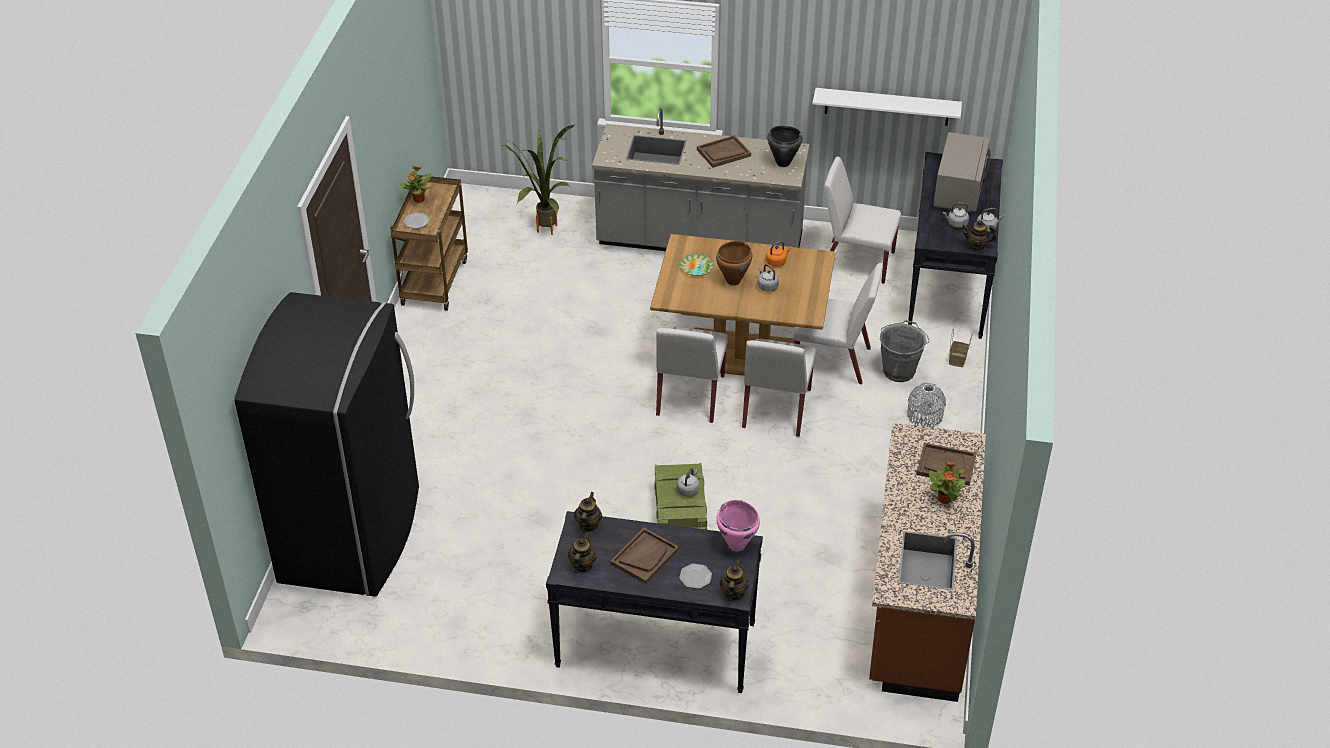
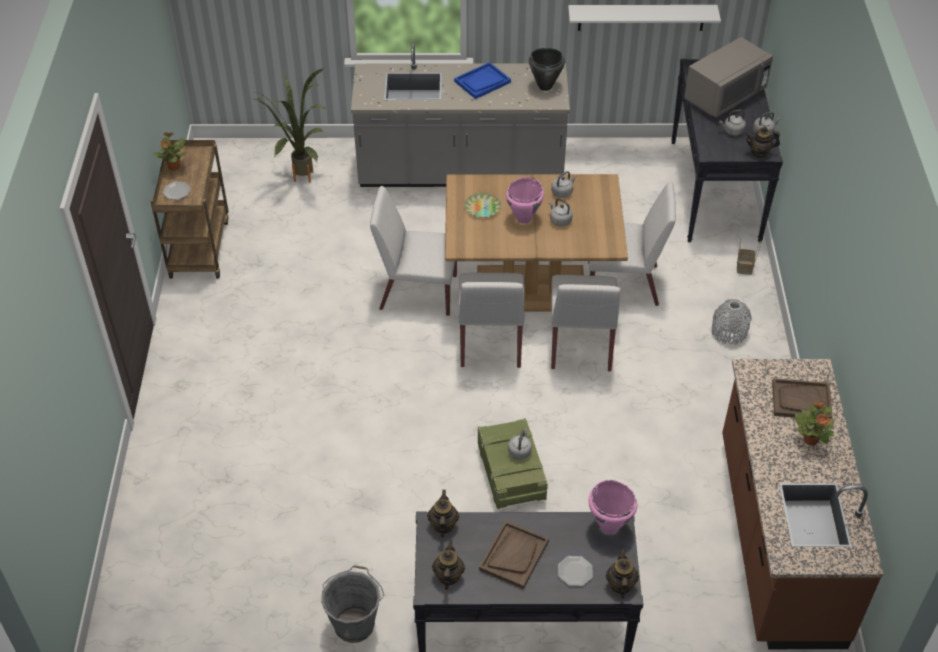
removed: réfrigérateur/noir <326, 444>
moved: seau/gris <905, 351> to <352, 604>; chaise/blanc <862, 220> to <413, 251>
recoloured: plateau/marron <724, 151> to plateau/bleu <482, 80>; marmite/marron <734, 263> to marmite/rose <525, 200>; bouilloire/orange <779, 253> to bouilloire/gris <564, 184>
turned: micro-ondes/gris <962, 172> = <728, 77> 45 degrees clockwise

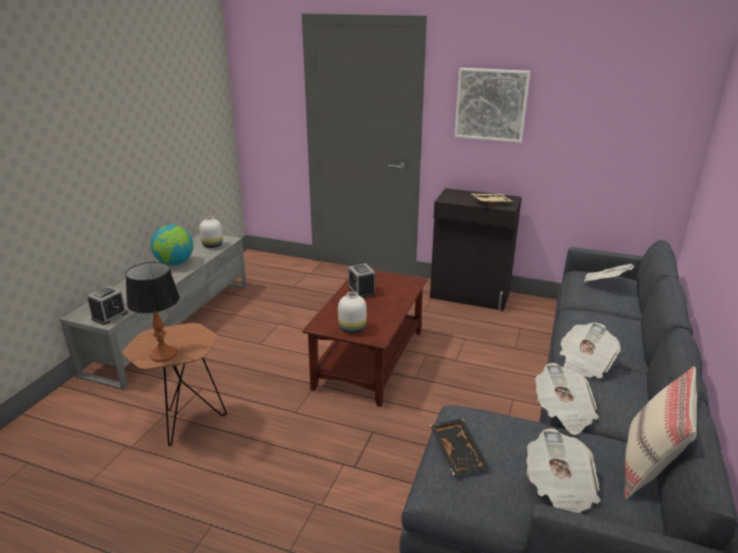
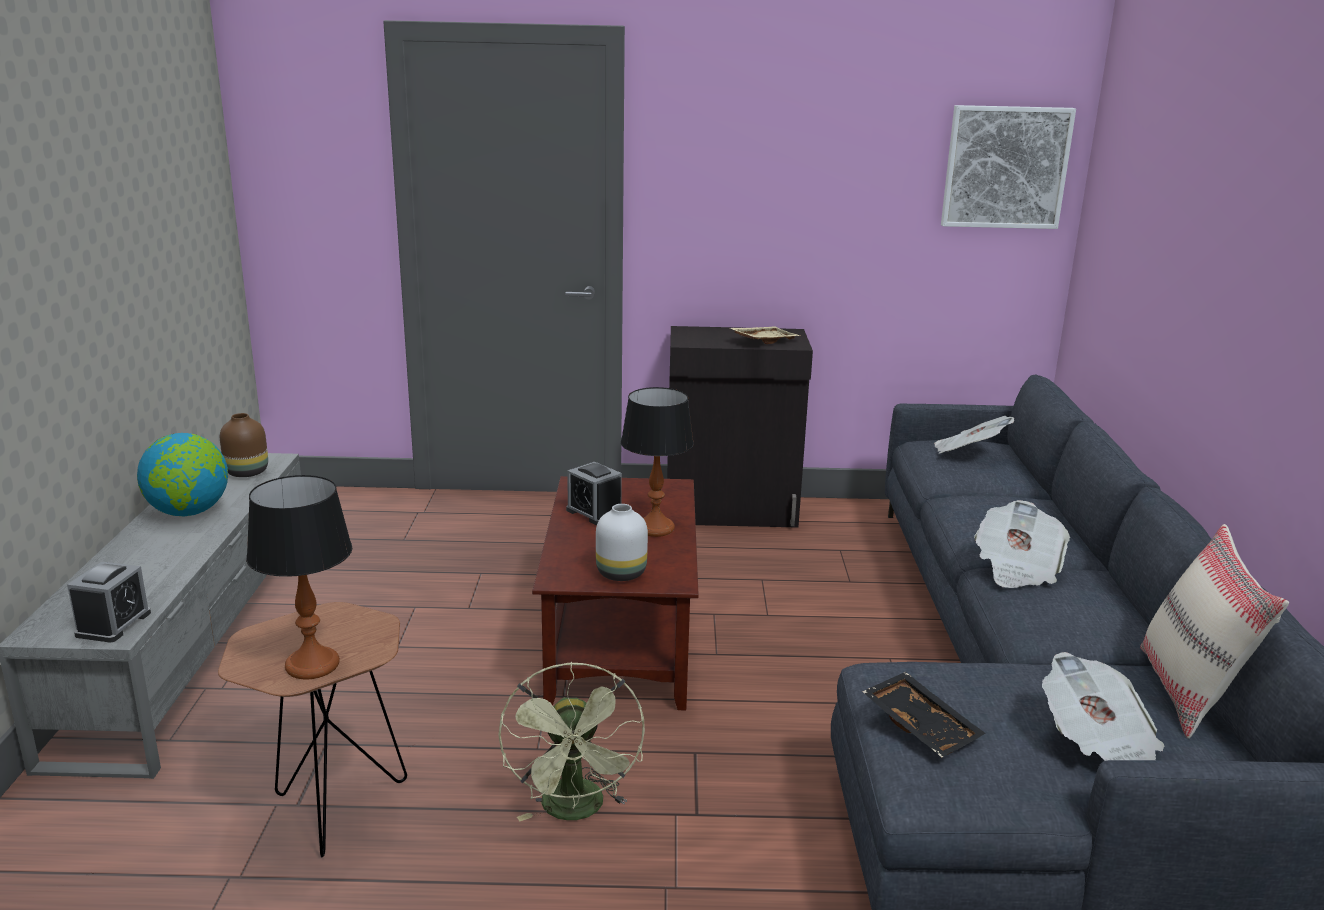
removed: journal <567, 399>
added: ventilateur/vert <571, 741>; lampe de table <657, 462>
moved: tableau <492, 105> to <1008, 167>
recoloured: vase/blanc <211, 232> to vase/marron <244, 445>

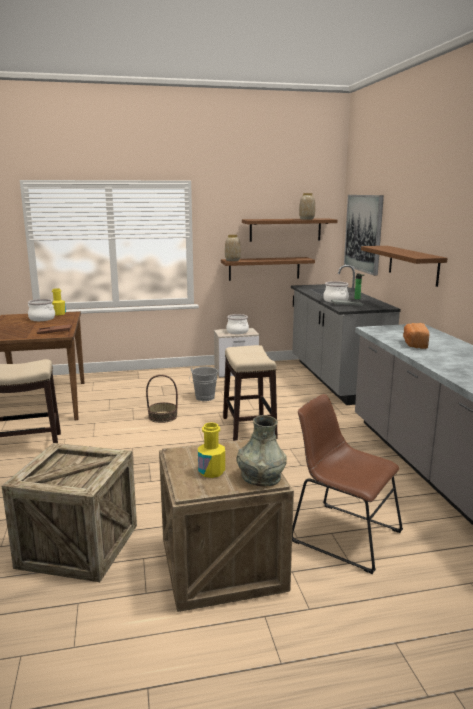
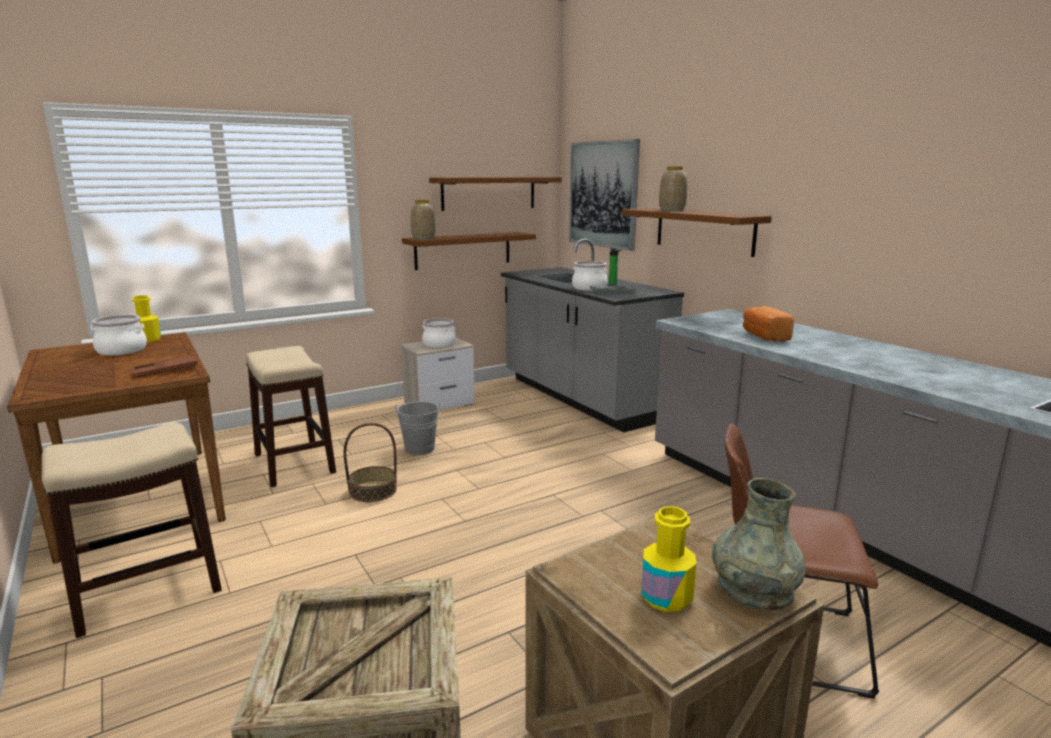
moved: tabouret <250, 393> to <291, 416>; vase <307, 206> to <673, 188>

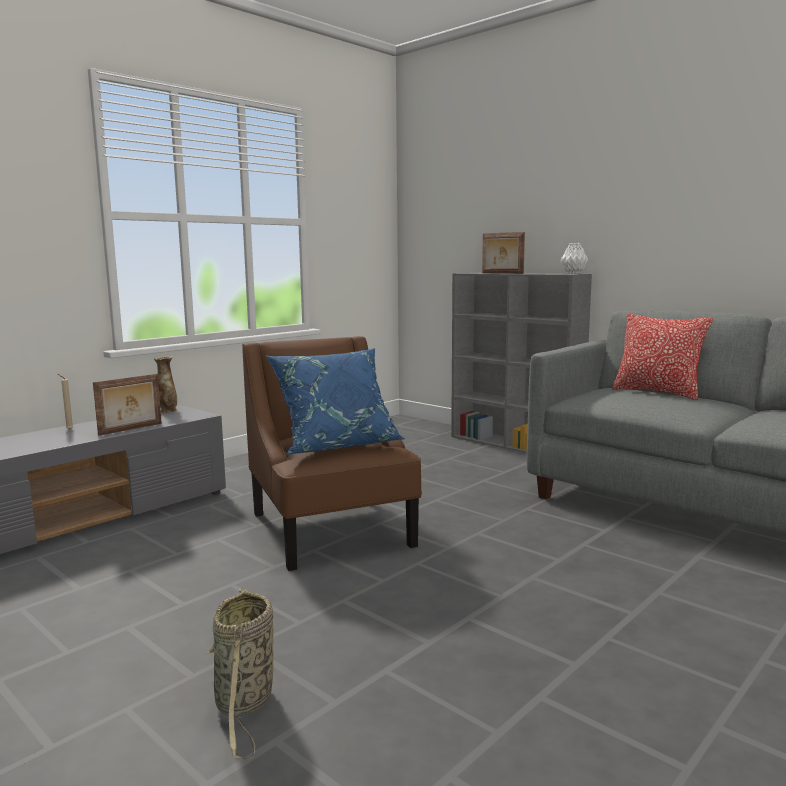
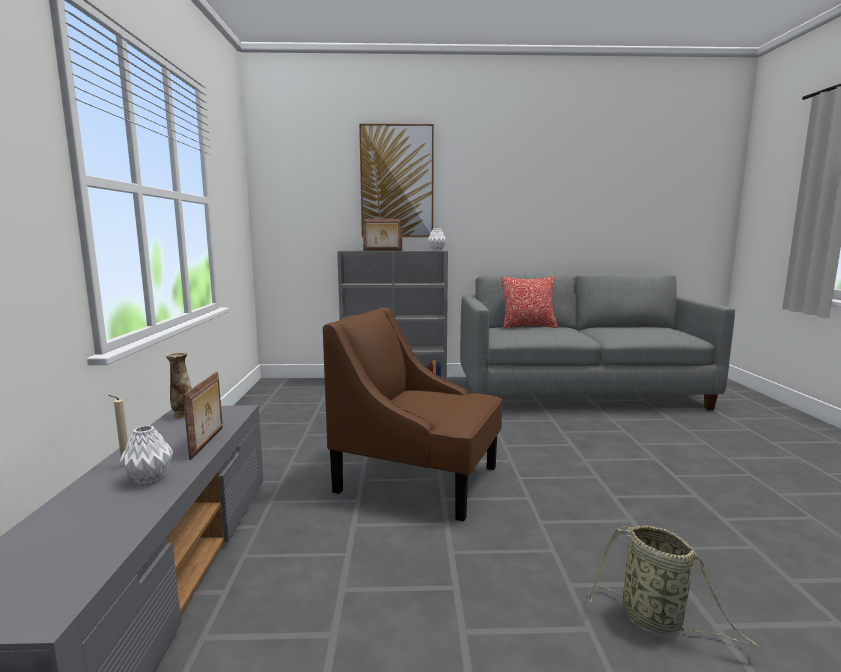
removed: coussin/bleu <335, 401>
added: vase/blanc <146, 454>; tableau <396, 180>

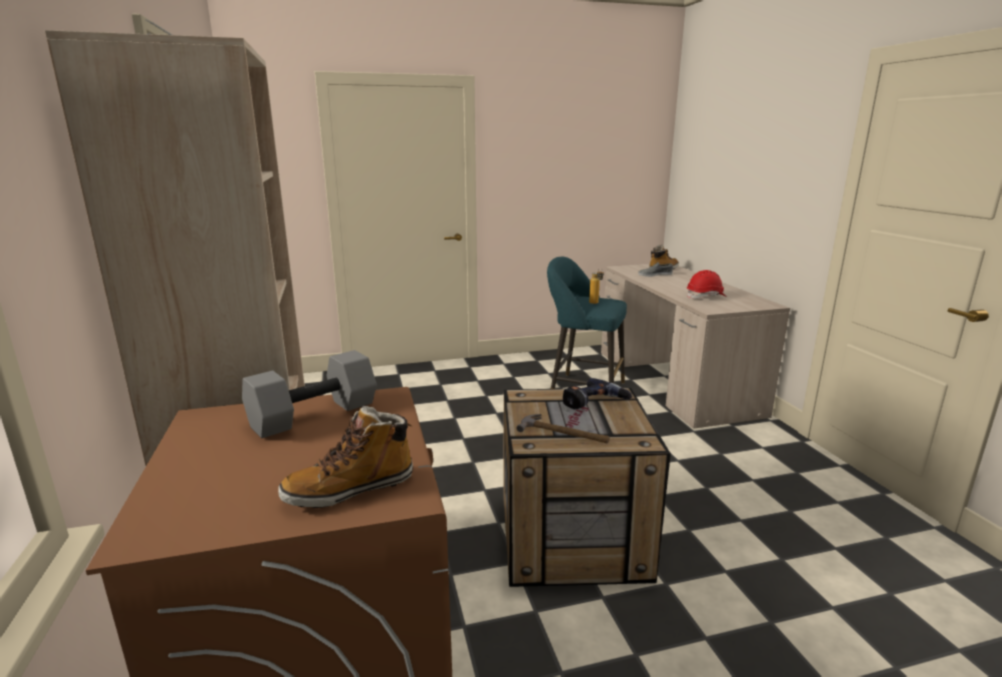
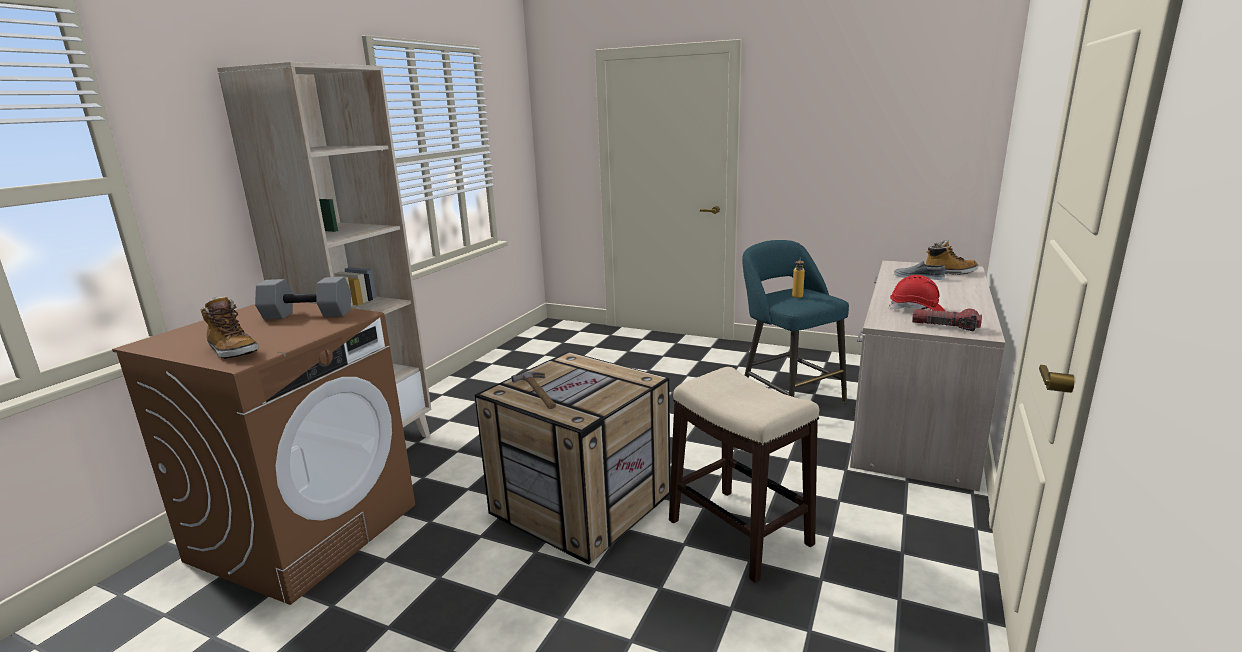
removed: perceuse <597, 393>
added: tabouret <744, 475>; lampe de poche <947, 320>
turned: botte <345, 457> = <229, 328> 150 degrees counterclockwise

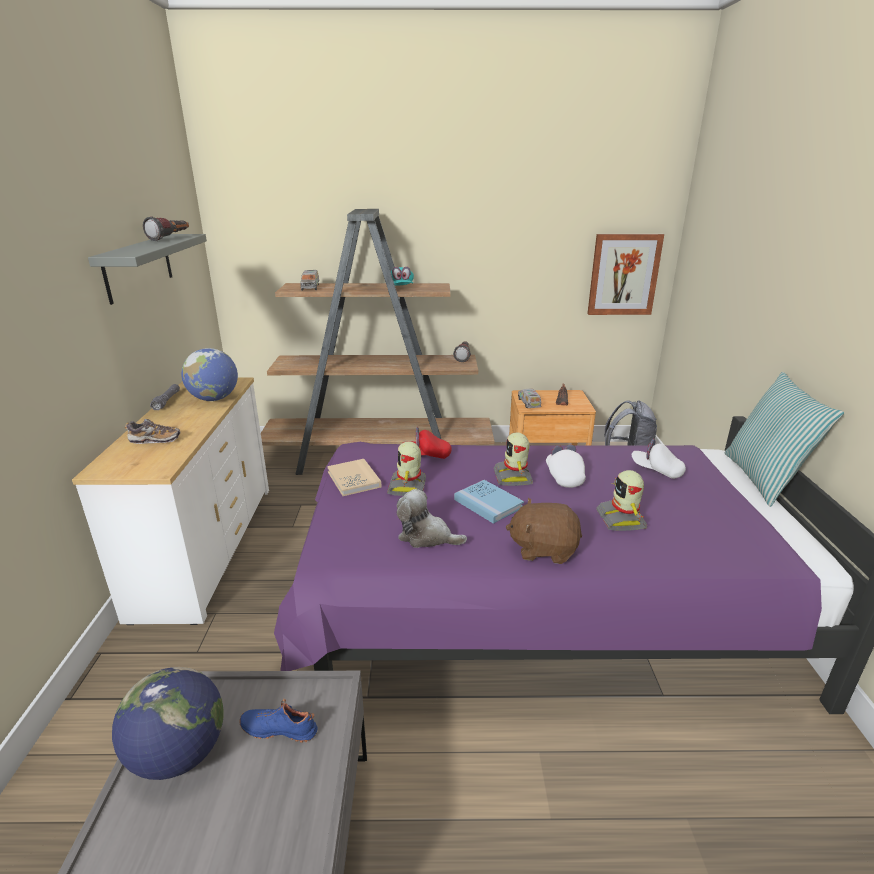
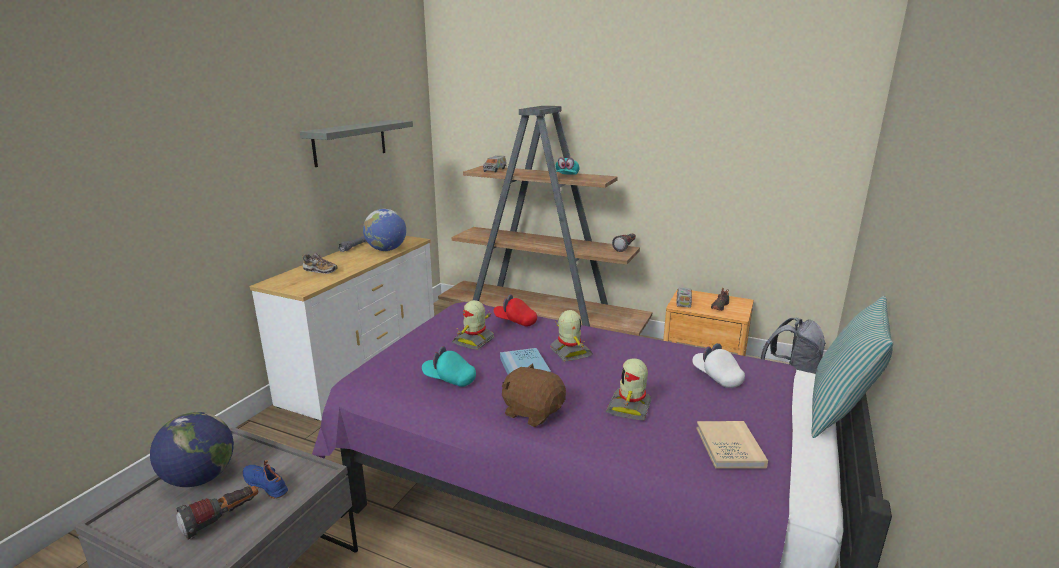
removed: casquette/blanc <566, 466>; tableau <625, 274>
moved: lampe de poche <166, 228> to <217, 513>; livre/beige <354, 477> to <732, 445>
replaced: peluche <432, 518> to casquette/turquoise <449, 366>
turned: robot jouet <513, 459> = <571, 336> 135 degrees clockwise

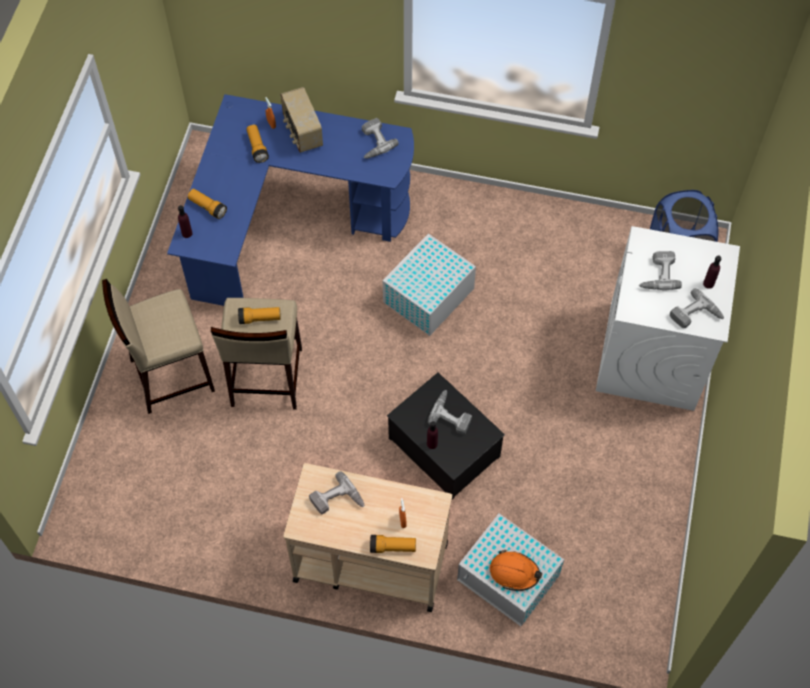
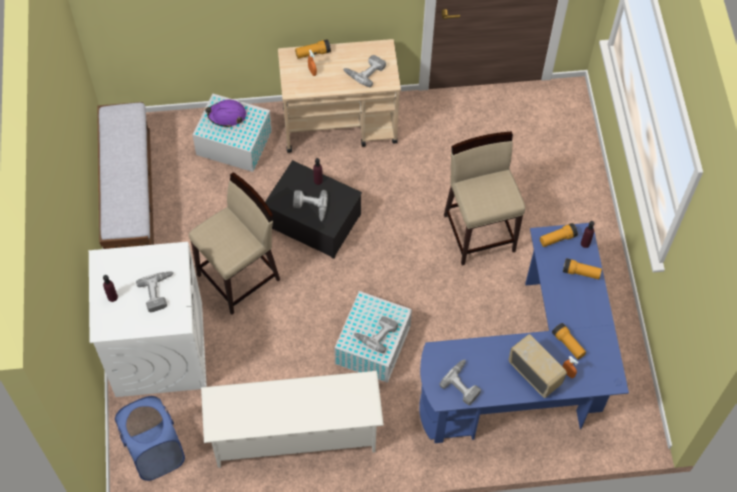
added: banc <125, 175>; étagère à chaussures/blanc <292, 419>
moved: tabouret/beige <158, 346> to <234, 243>; perceuse <697, 308> to <376, 334>; lampe de poche <259, 315> to <559, 235>
recoloured: casque de chantier/orange <516, 570> to casque de chantier/violet <225, 113>

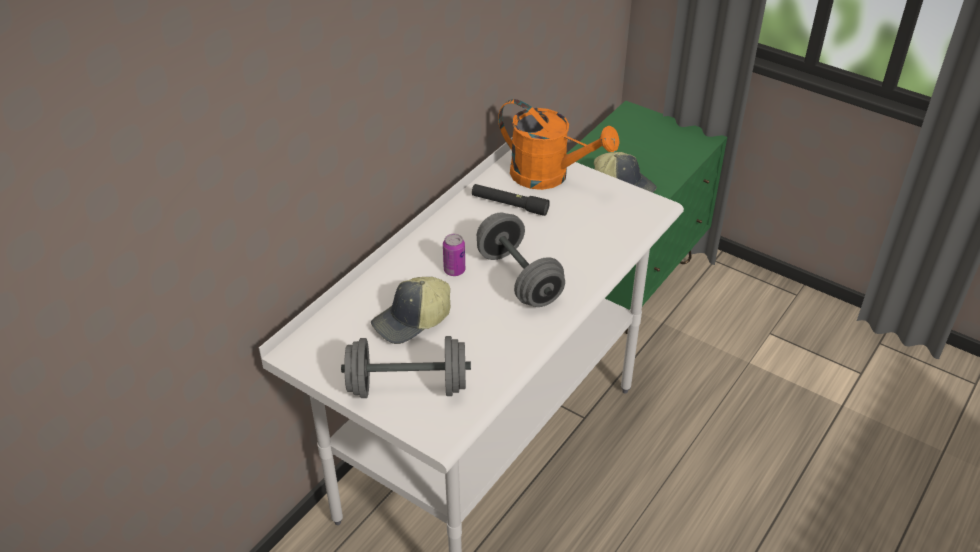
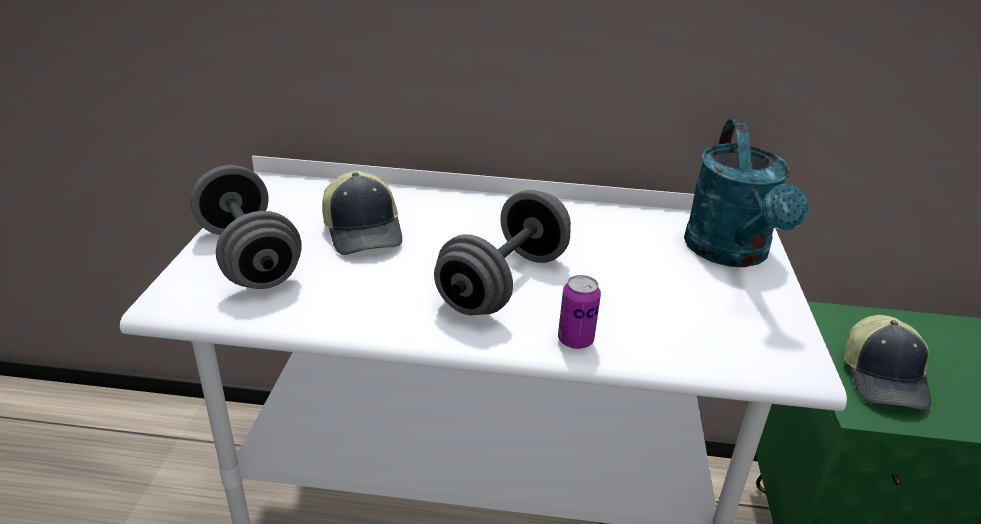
removed: lampe de poche/noir <511, 200>
moved: boîte métallique <454, 255> to <579, 312>
recoloured: arrosoir/orange <559, 144> to arrosoir/turquoise <746, 193>
turned: casquette <410, 310> = <362, 213> 135 degrees counterclockwise

